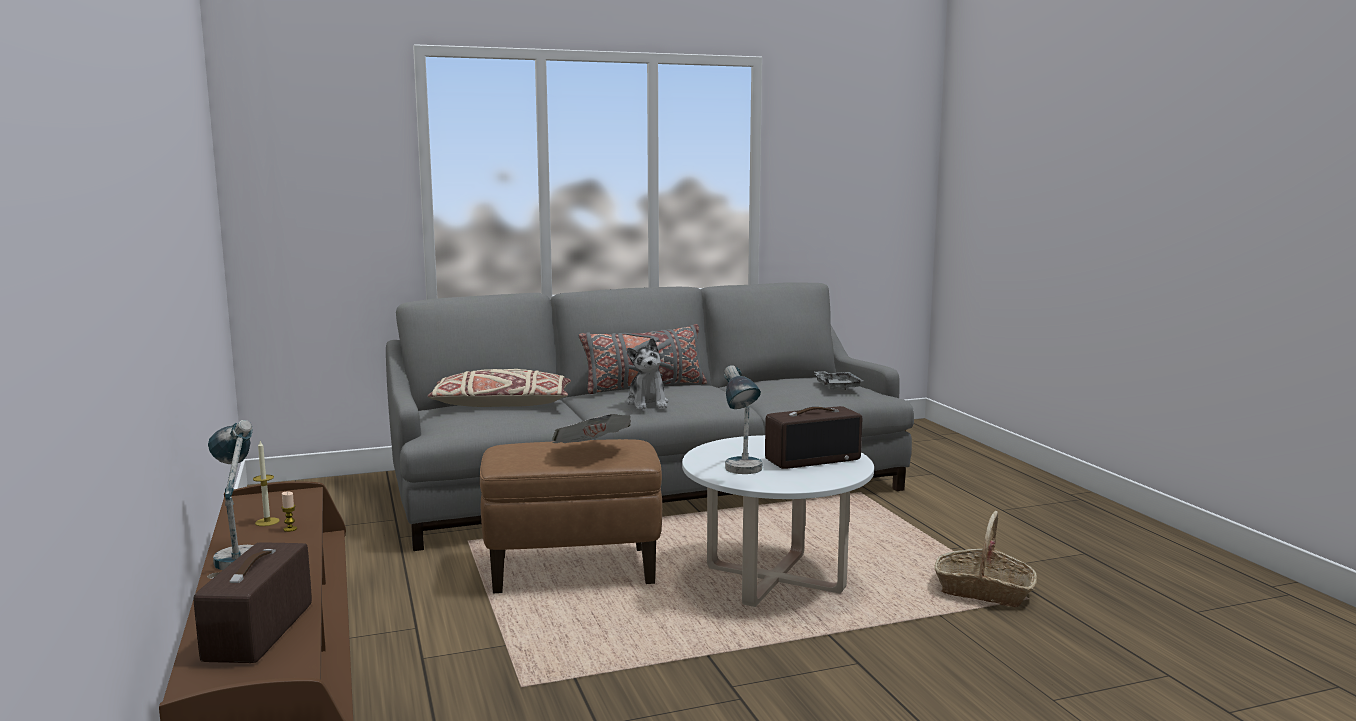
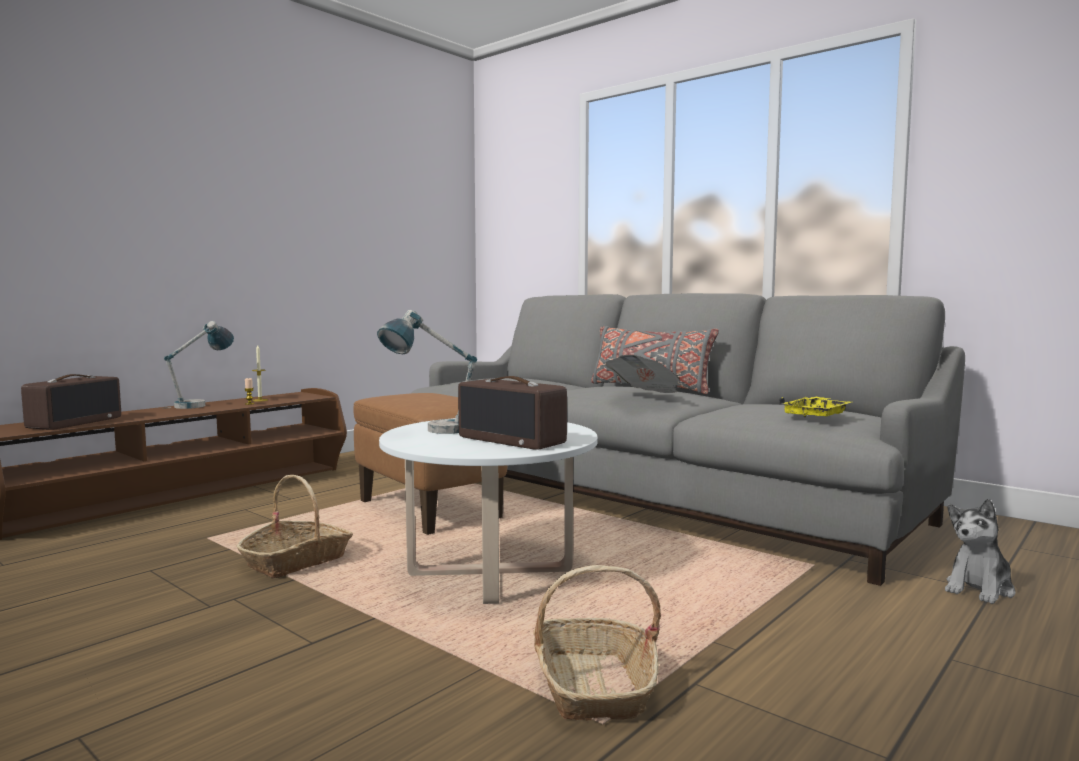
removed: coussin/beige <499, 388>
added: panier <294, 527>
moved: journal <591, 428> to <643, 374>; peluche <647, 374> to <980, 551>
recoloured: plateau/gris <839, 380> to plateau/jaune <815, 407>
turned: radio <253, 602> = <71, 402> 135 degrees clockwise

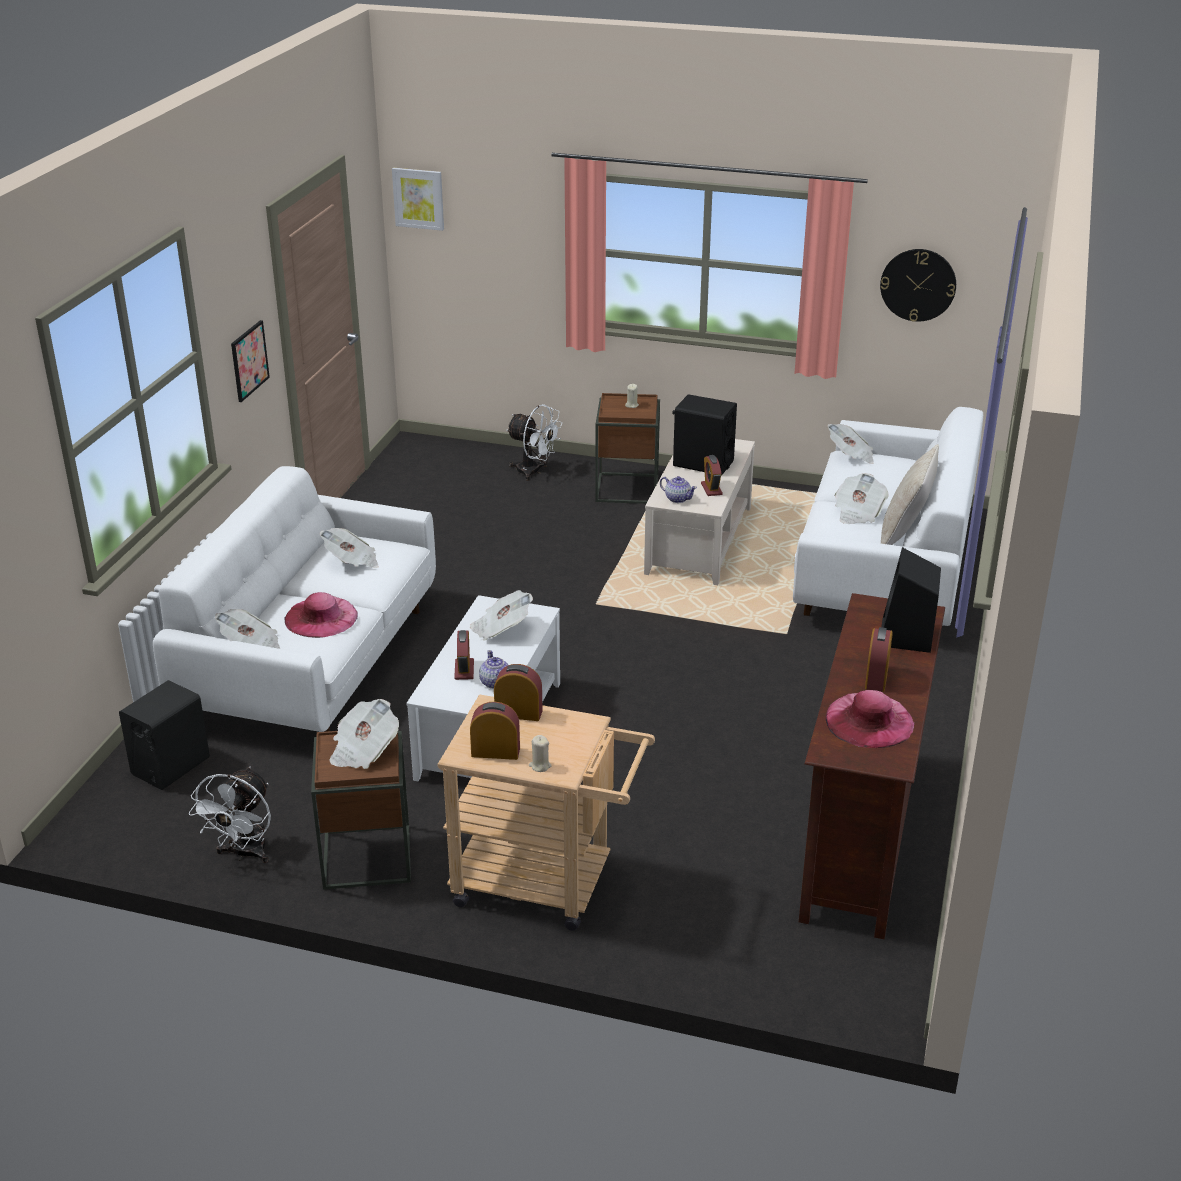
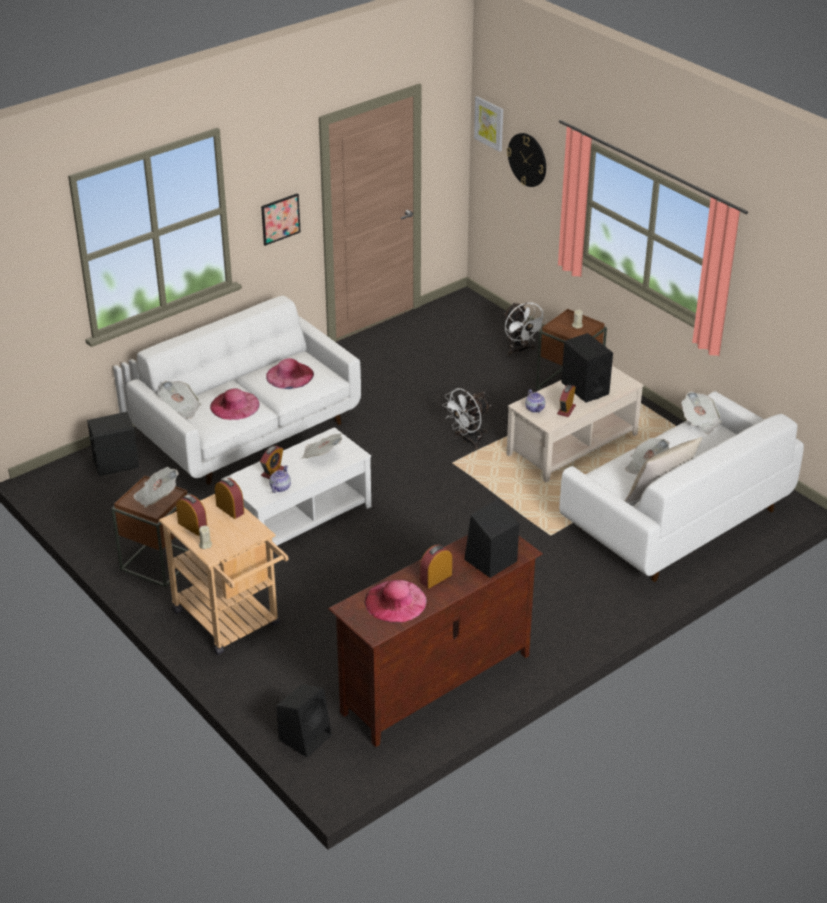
added: enceinte/noir <304, 720>
moved: ventilateur/blanc <230, 814> to <466, 418>; horloge murale <918, 285> to <526, 160>
replaced: journal <349, 548> to chapeau/rose <290, 373>

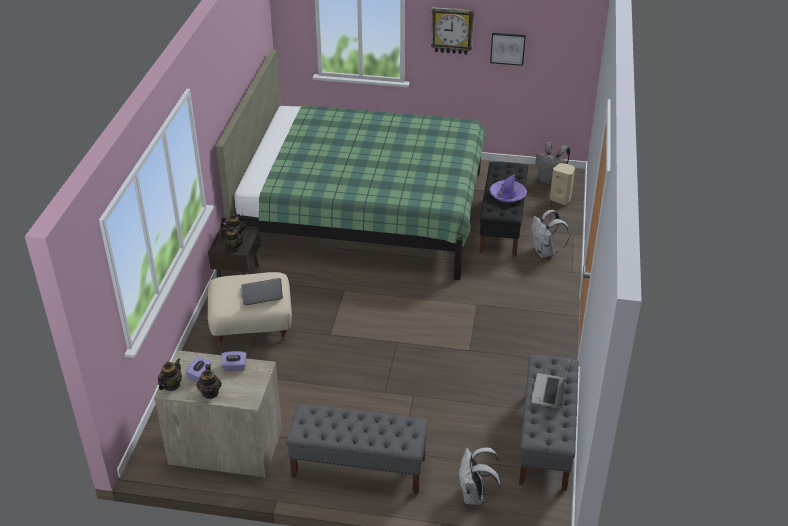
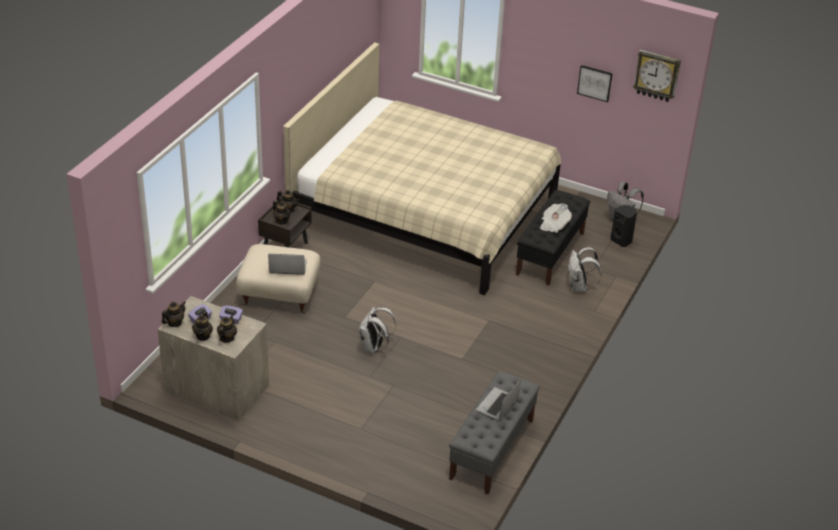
removed: banc/gris <357, 448>
added: théière <227, 328>
moved: sac à dos/blanc <479, 476> to <377, 330>; horloge murale <452, 31> to <657, 75>
replaced: chapeau/violet <508, 188> to journal <556, 218>
recoloured: lit/vert <351, 165> to lit/beige <422, 168>; enceinte/beige <562, 184> to enceinte/noir <624, 226>

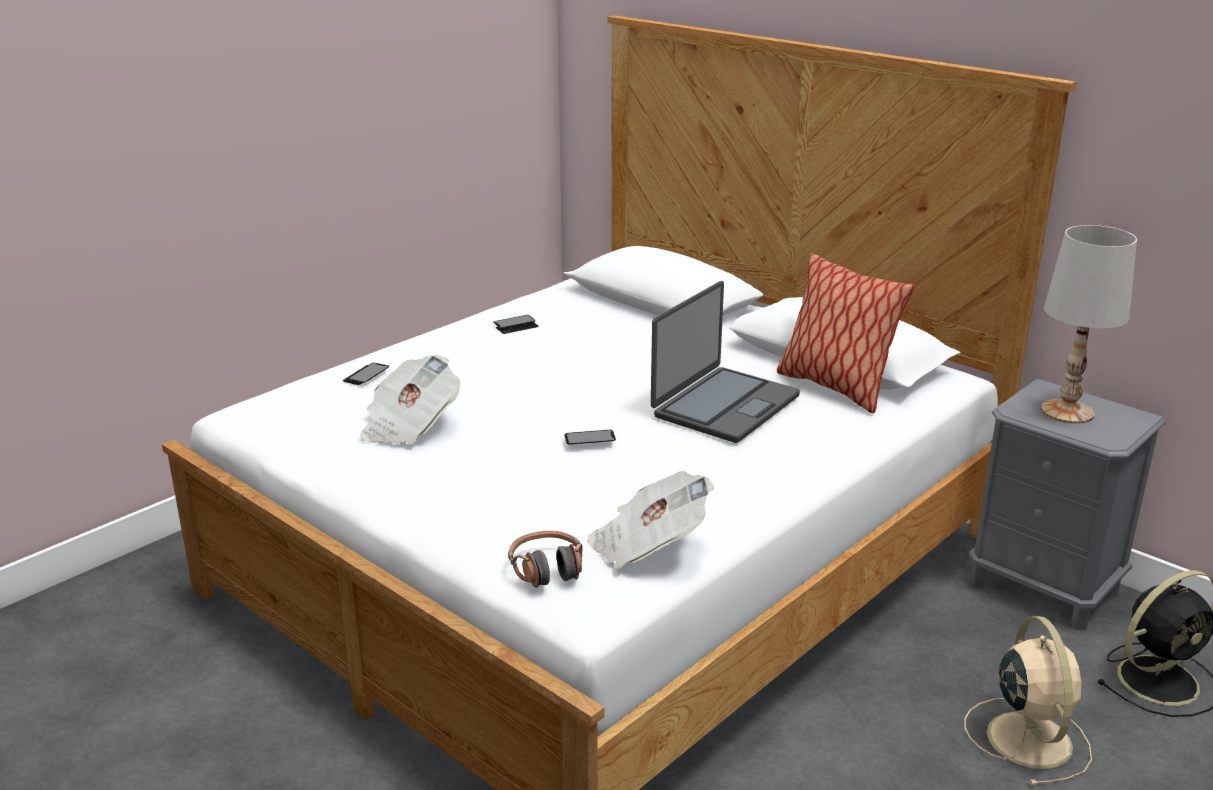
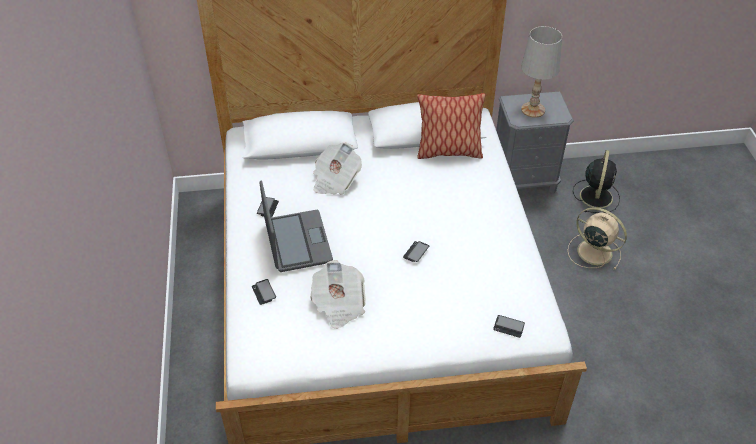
moved: ordinateur portable <725, 362> to <296, 226>; journal <650, 519> to <337, 169>
replaced: casque audio <545, 559> to téléphone <509, 326>

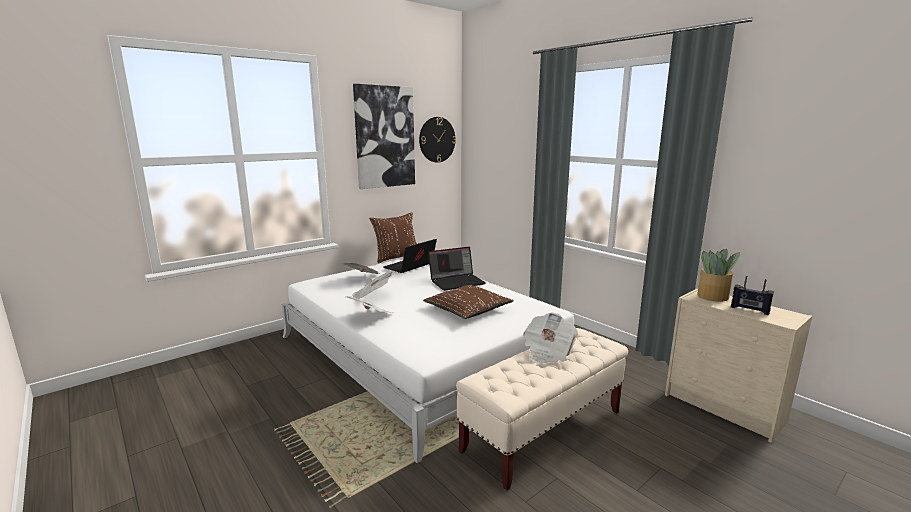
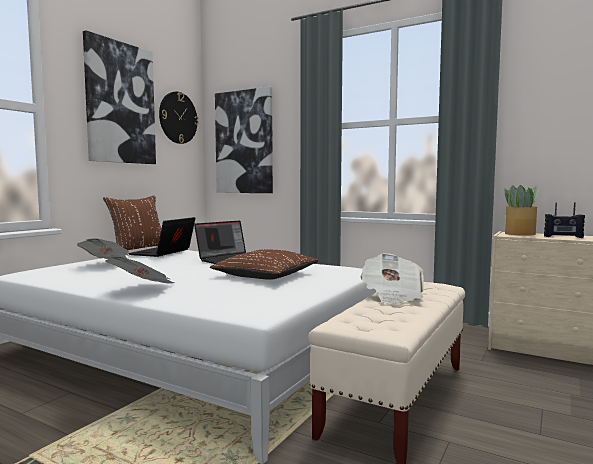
removed: journal <373, 285>
added: tableau <244, 140>

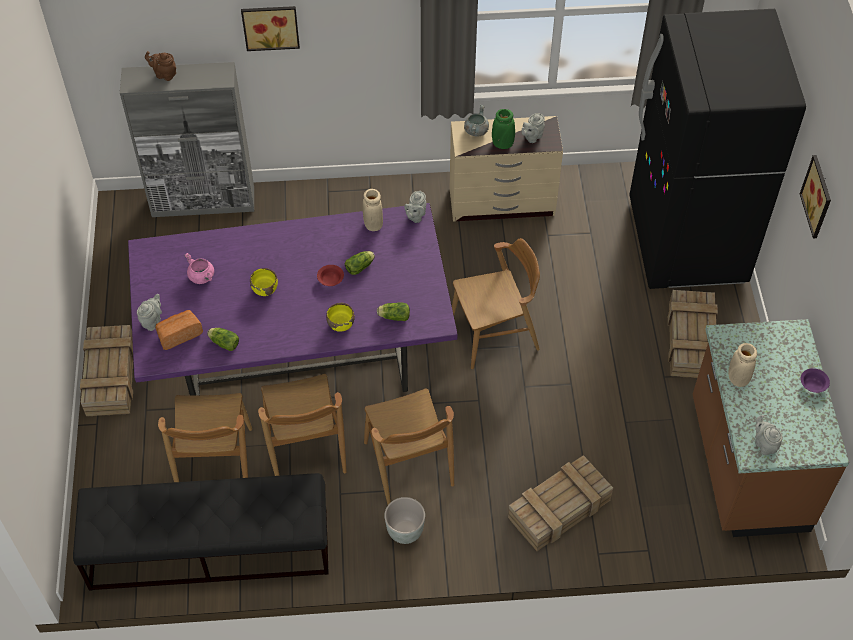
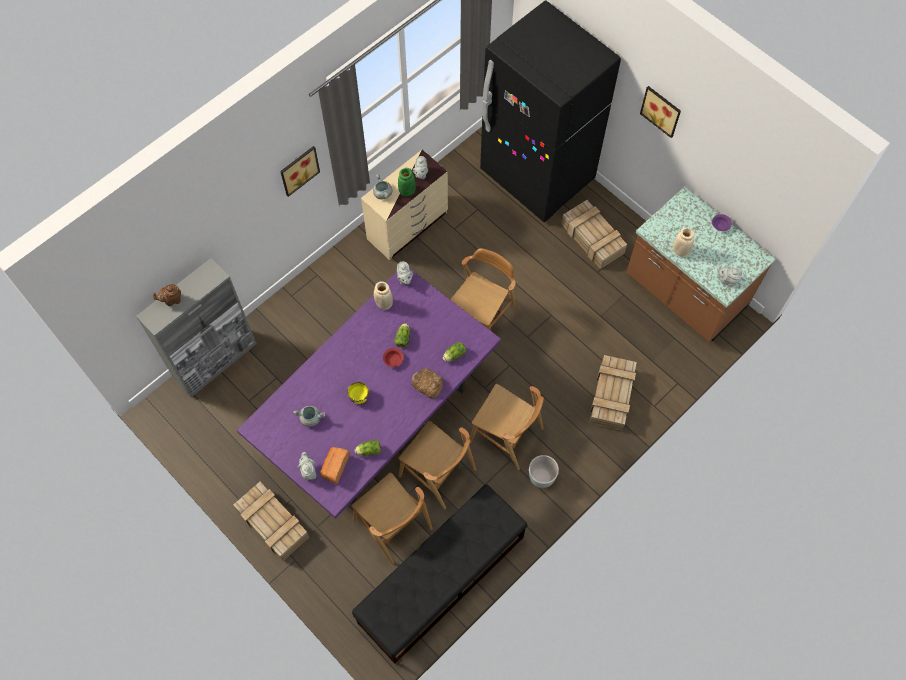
moved: tableau <270, 28> to <300, 171>
replaced: bol/jaune <340, 317> to pain <427, 383>
recoloured: marmite/rose <199, 268> to marmite/gris <309, 416>

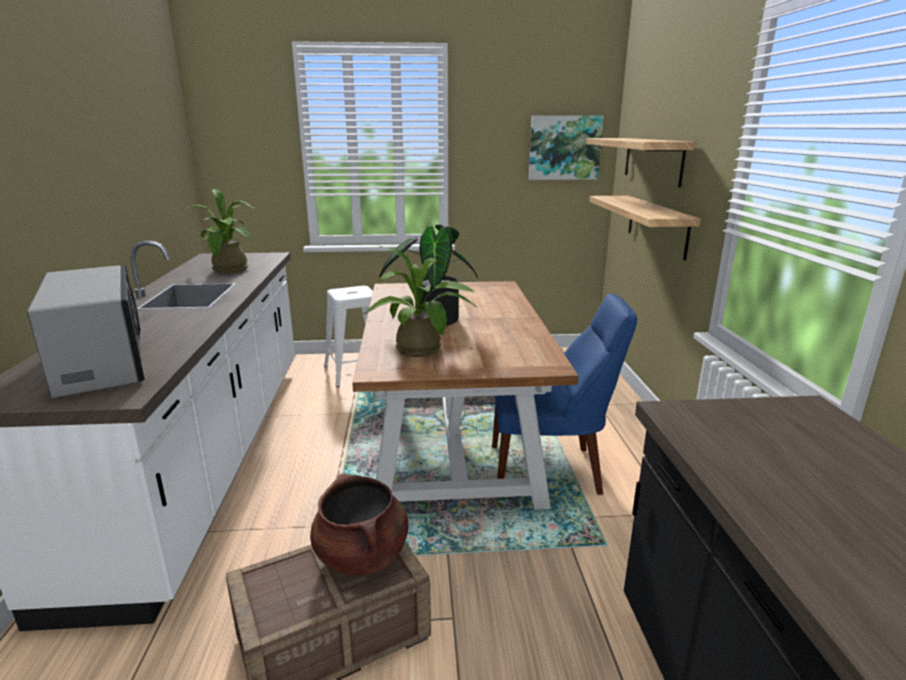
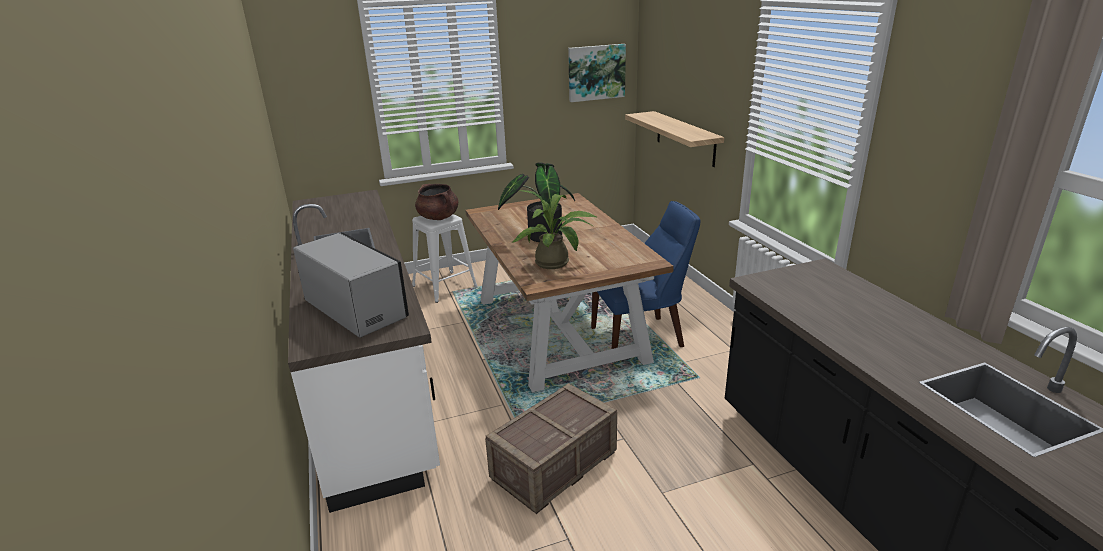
removed: plante en pot <219, 231>; étagère <640, 162>
moved: marmite/marron <359, 524> to <436, 202>

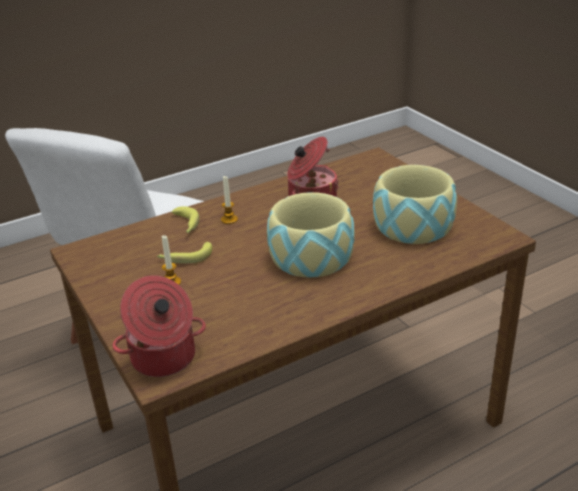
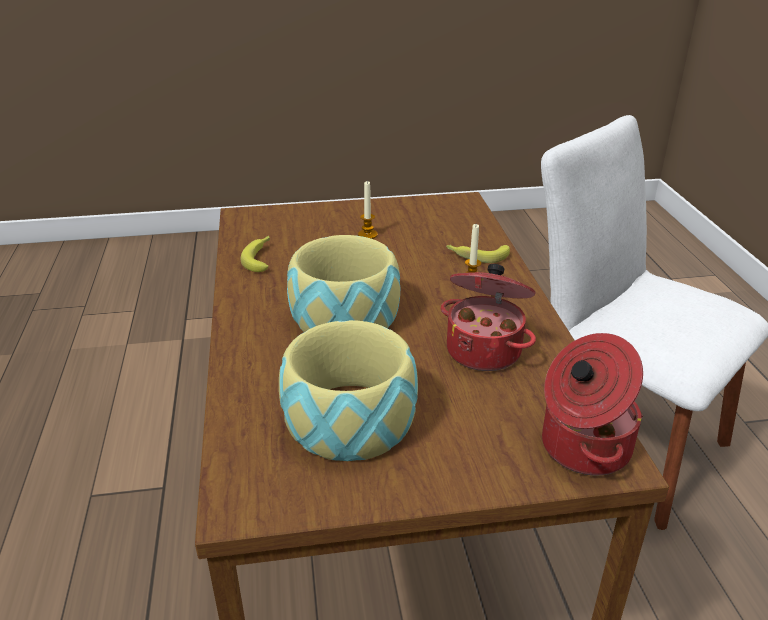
moved: banane <184, 252> to <255, 254>; marmite <159, 326> to <592, 404>

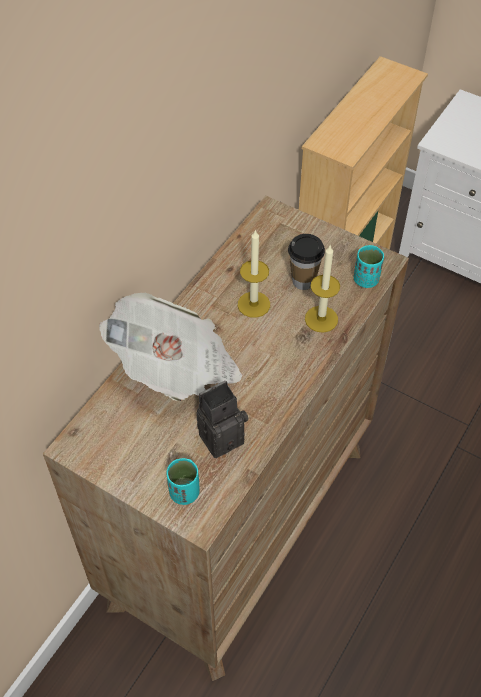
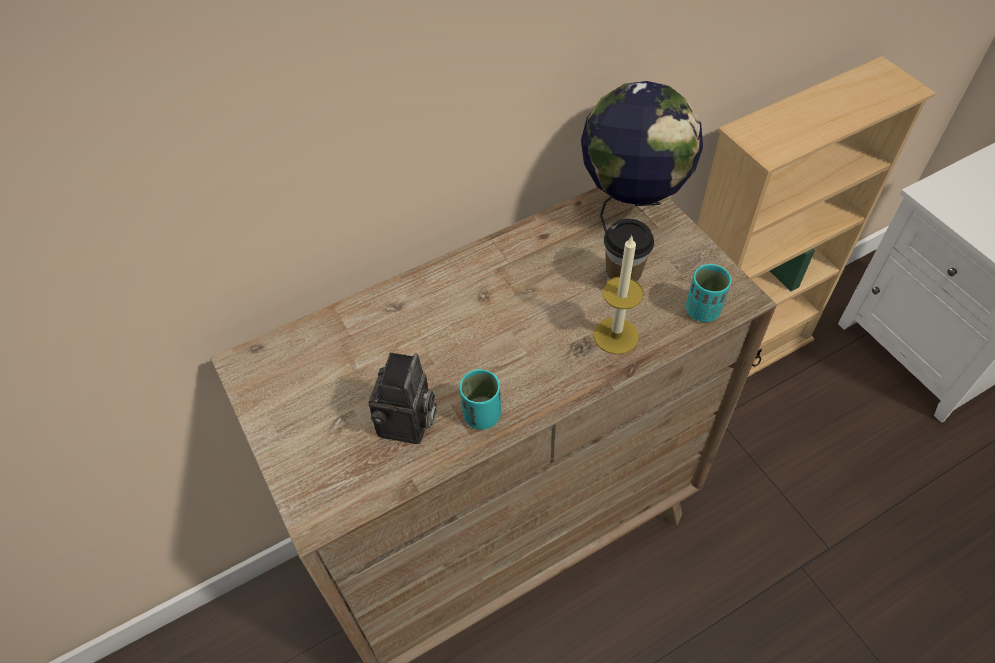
removed: journal <170, 346>; bougie <254, 273>
added: globe <642, 157>
moved: tasse/turquoise <183, 481> to <480, 399>
turned: appareil photo <222, 419> = <402, 398> 105 degrees clockwise

